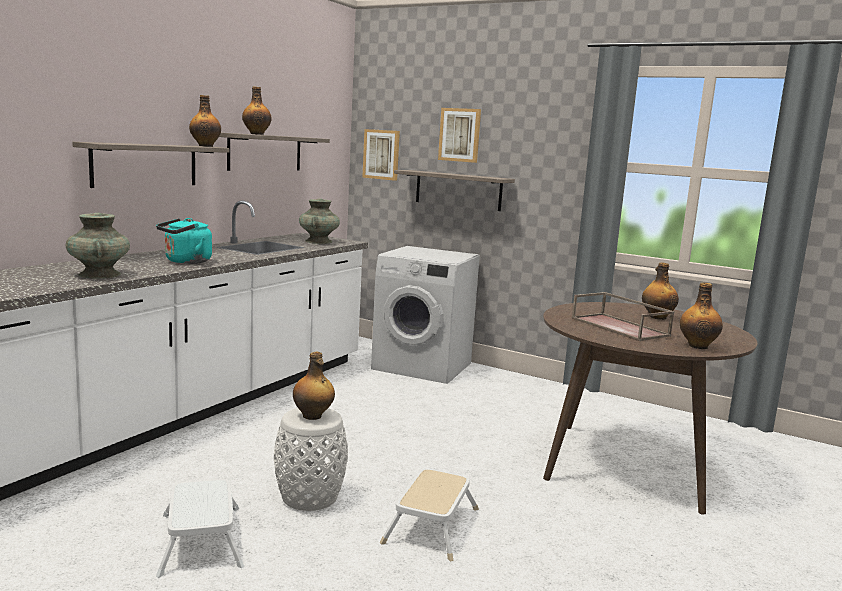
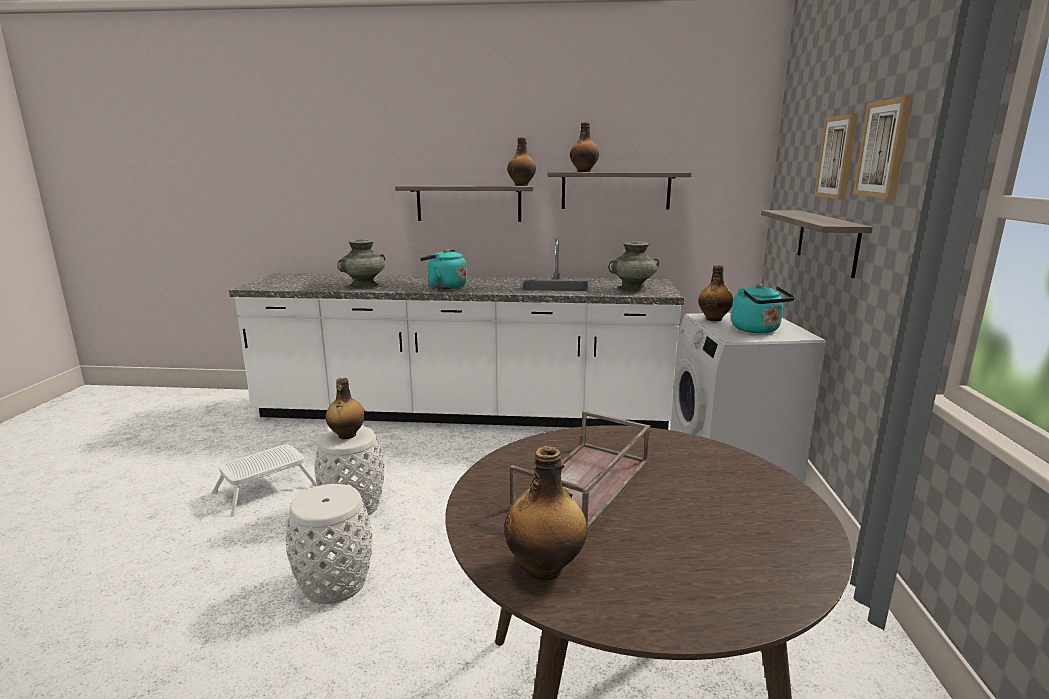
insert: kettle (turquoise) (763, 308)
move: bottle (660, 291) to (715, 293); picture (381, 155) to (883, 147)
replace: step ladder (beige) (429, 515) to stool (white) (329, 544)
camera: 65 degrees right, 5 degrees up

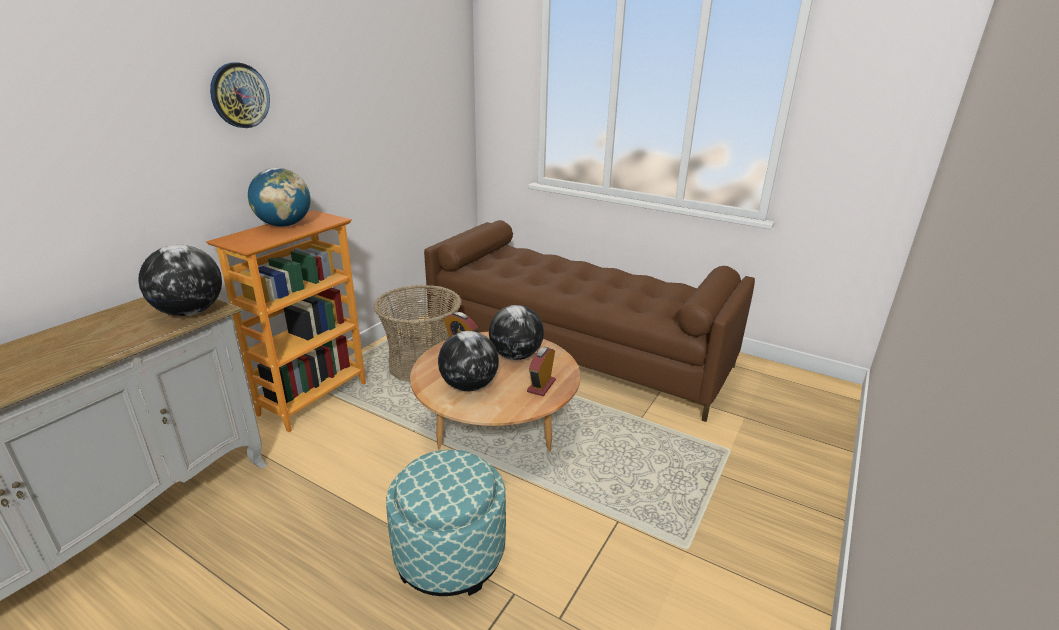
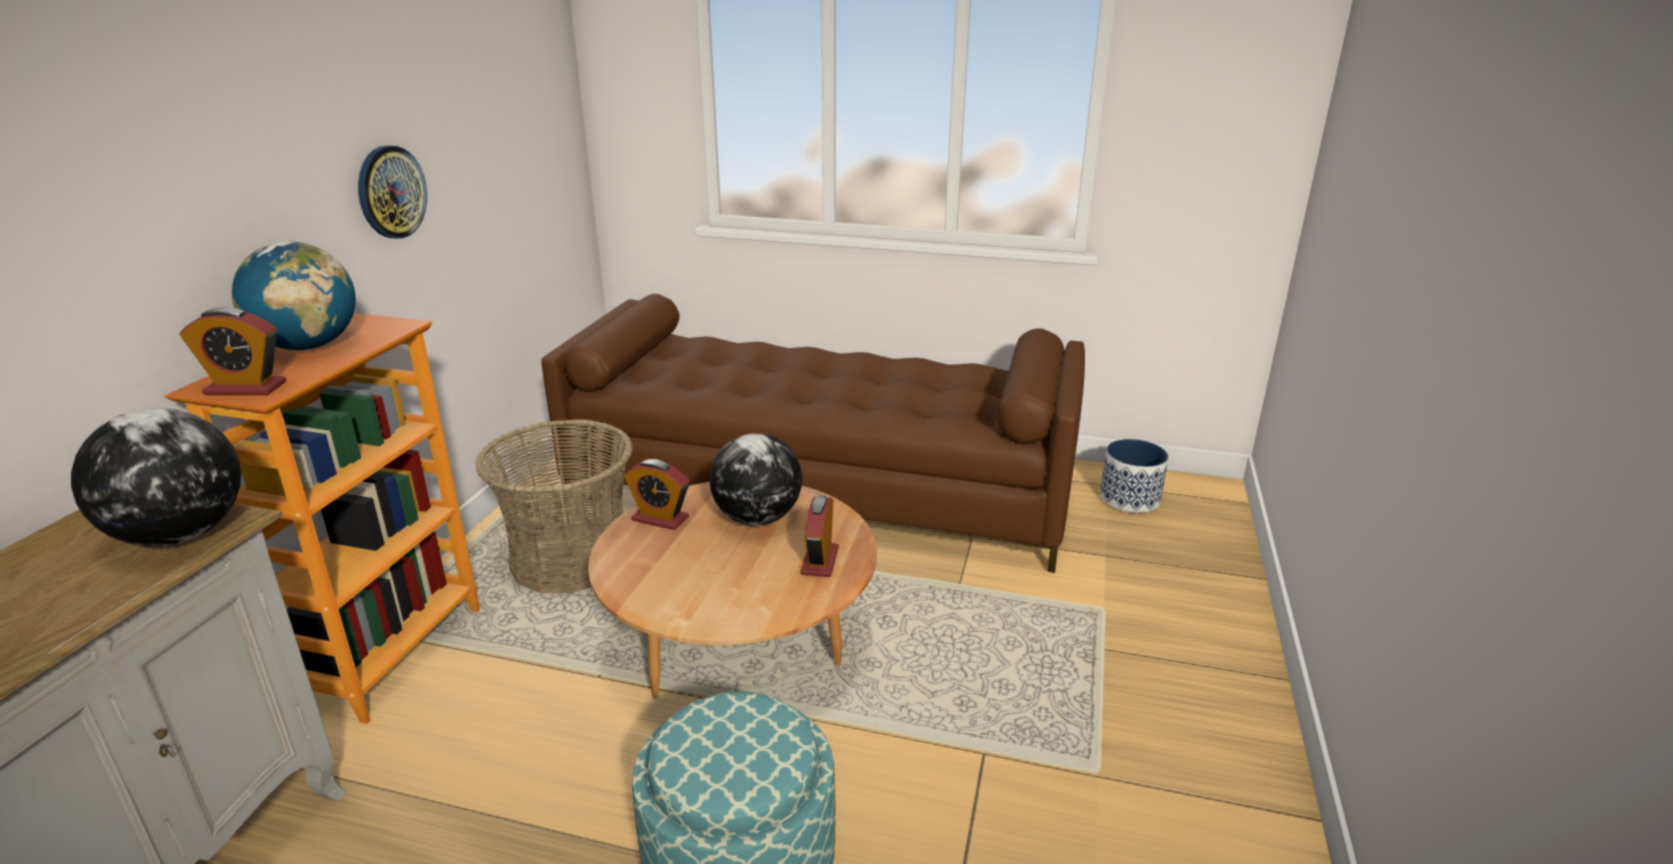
delete: globe (468, 361)
insert: alarm clock (233, 351); planter (1134, 476)
move: wall clock (240, 95) to (392, 192)
camera: 15 degrees left, 0 degrees up

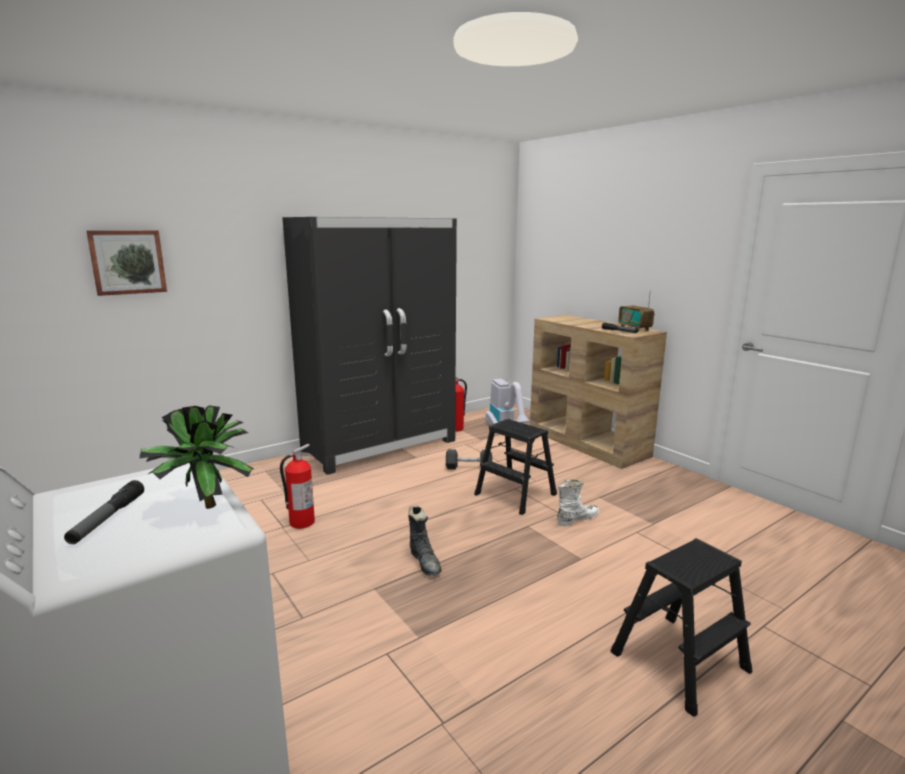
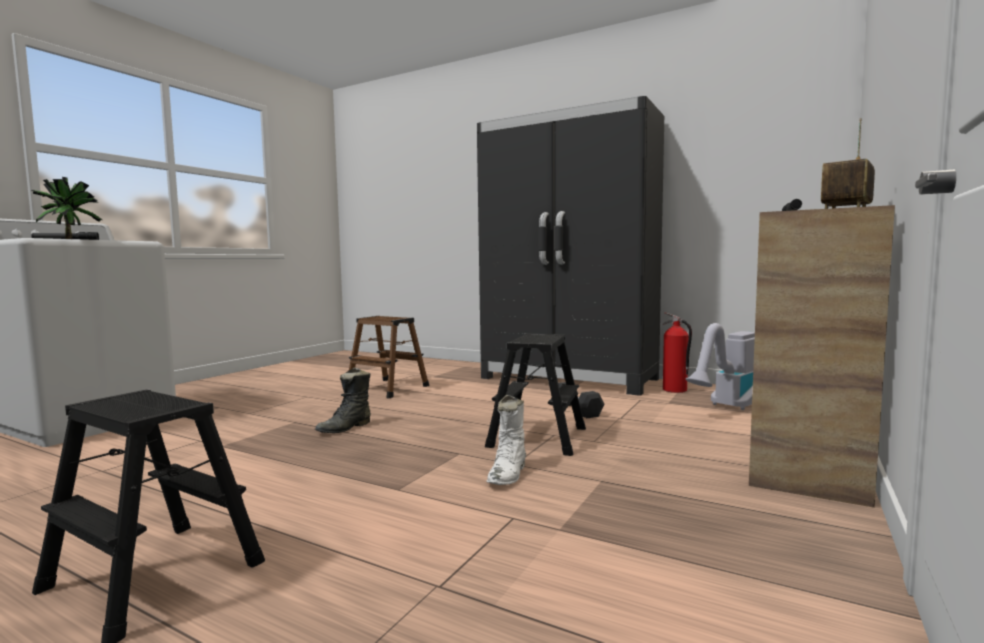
delete: picture (126, 263)
replace: fire extinguisher (297, 486) to step ladder (brown) (389, 357)
rotate: boot (white) (578, 503) = (506, 440) 75 degrees clockwise
camera: 65 degrees right, 10 degrees down

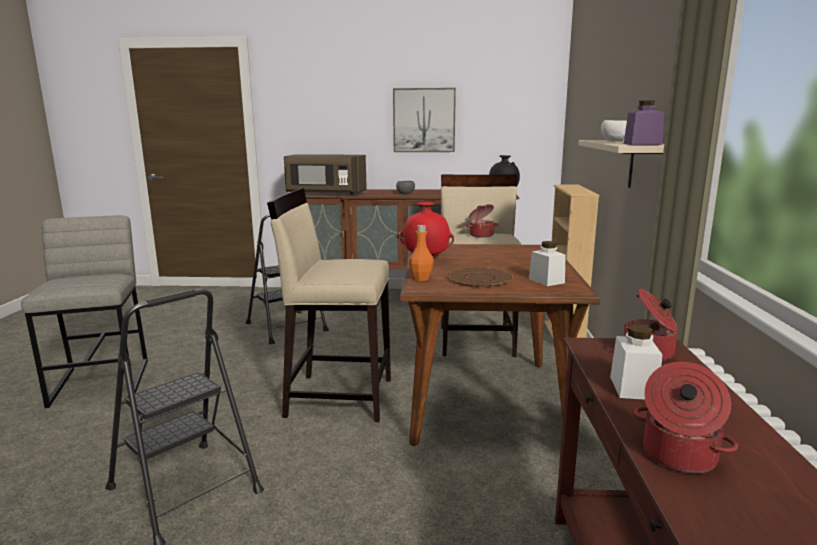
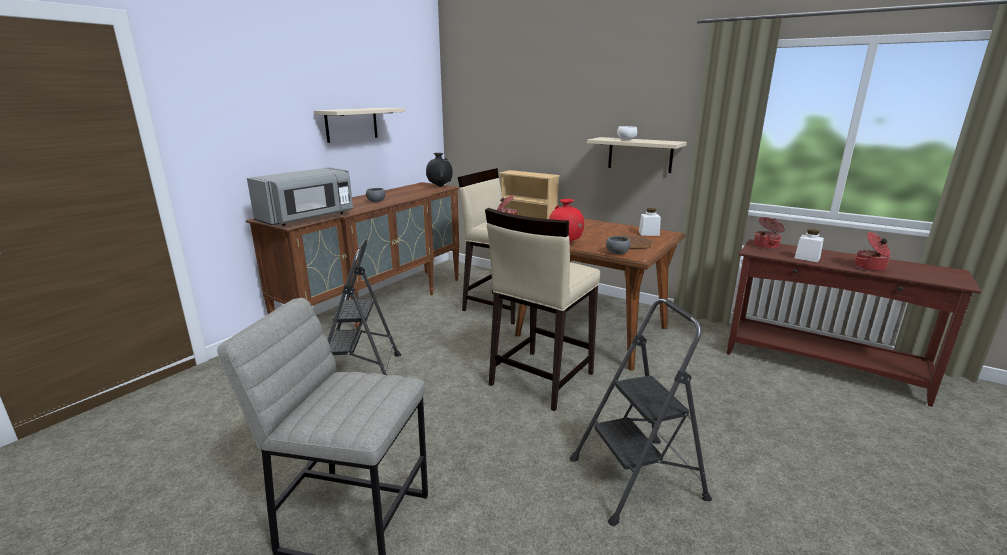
delete: jar (purple) (644, 122)
replace: picture (424, 120) to shelf (beige) (359, 125); bottle (orange) (421, 253) to bowl (grey) (618, 245)
recolor: microwave (brown) (325, 175) to microwave (grey) (300, 196)
camera: 60 degrees left, 5 degrees up

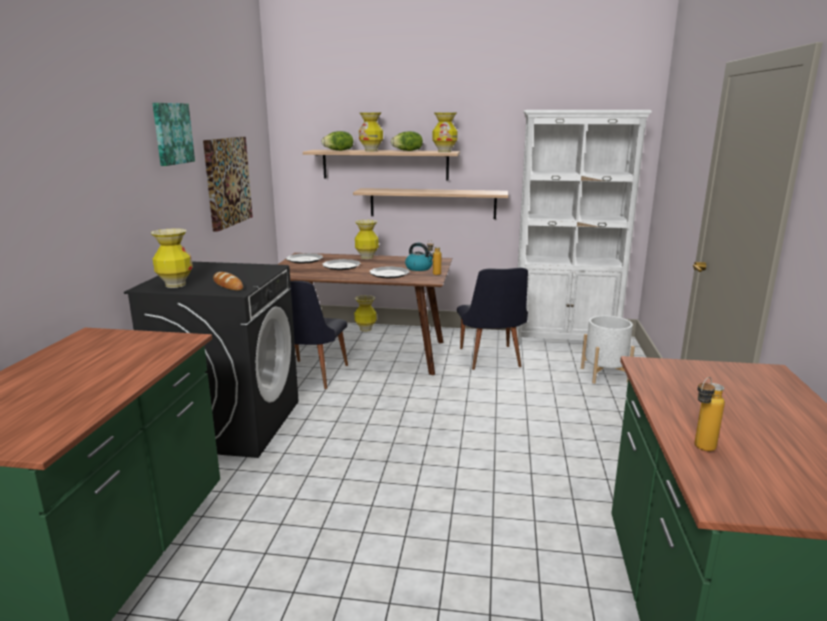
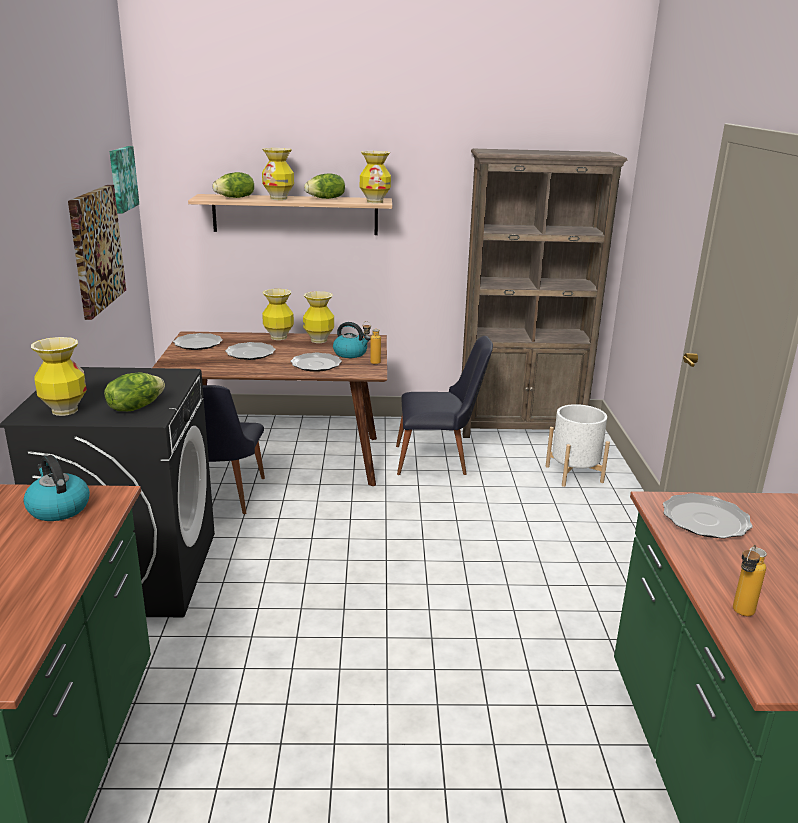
delete: shelf (430, 203)
insert: kettle (56, 488); plate (708, 515)
move: picture (173, 134) to (124, 180); vase (365, 313) to (318, 317)
replace: bread (228, 281) to lettuce (134, 392)
recolor: bookcase (white) (584, 227) to bookcase (brown) (544, 293)
rotate: chair (black) (492, 319) = (444, 405) 75 degrees counterclockwise
camera: 10 degrees left, 5 degrees up

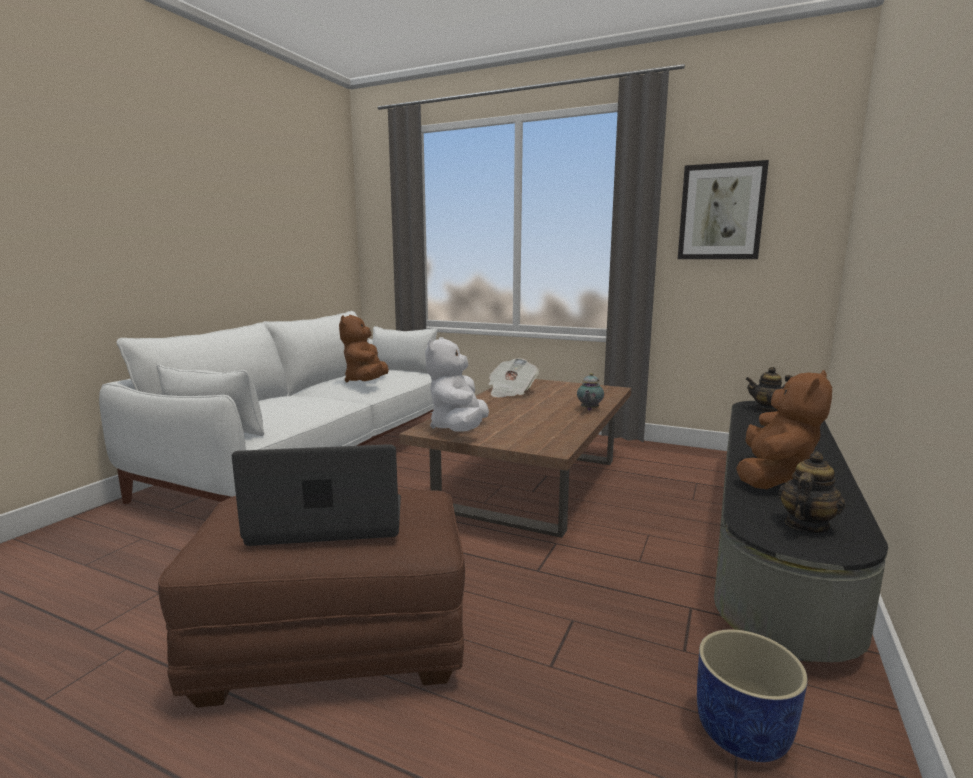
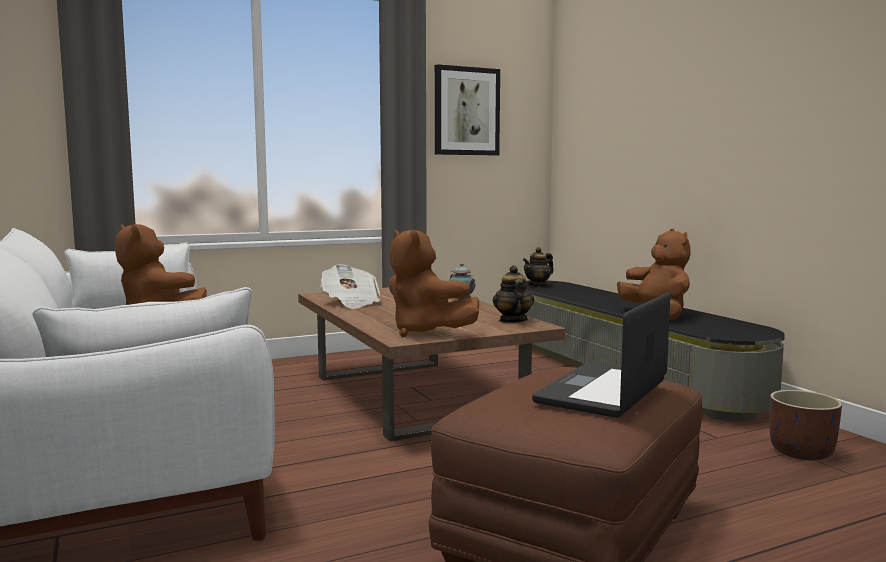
move: teapot (811, 492) to (513, 294)
recolor: plush toy (white) (457, 384) to plush toy (brown) (434, 283); planter (blue) (752, 695) to planter (brown) (806, 425)
camera: 50 degrees left, 5 degrees down

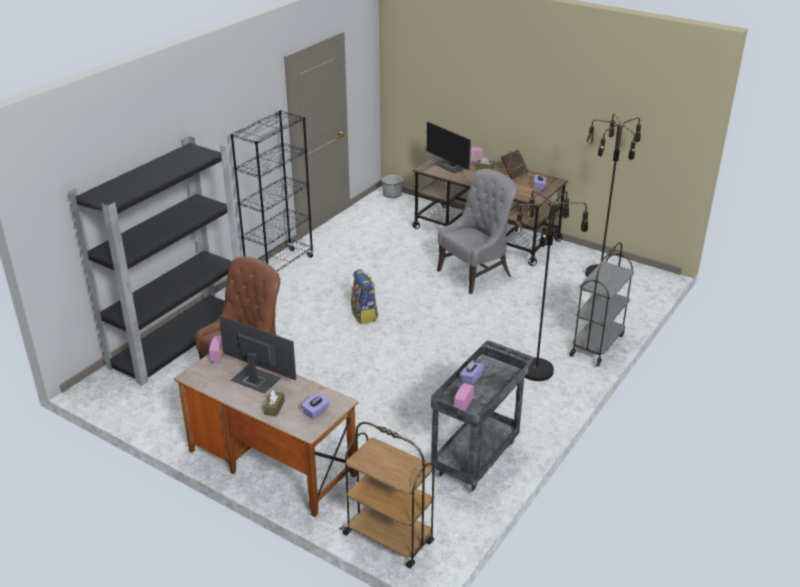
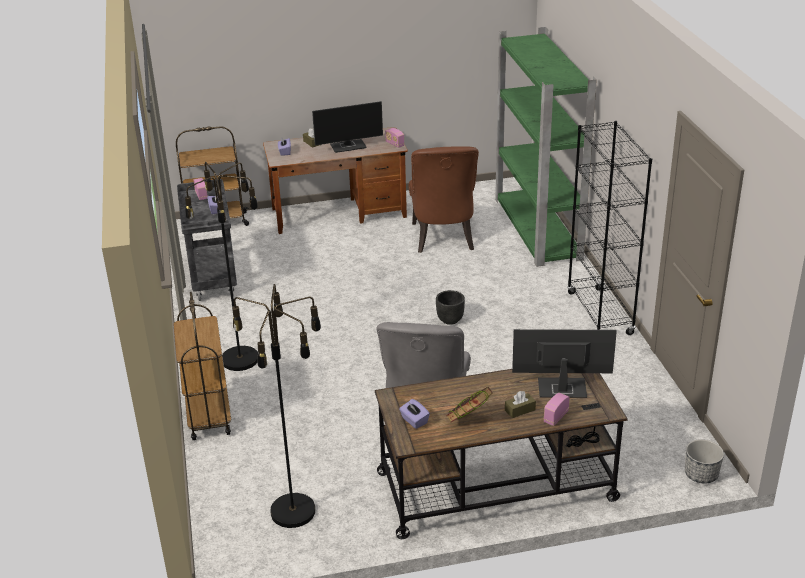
replace: backpack (364, 296) to planter (black) (450, 307)
recolor: cart (grey) (601, 304) to cart (brown) (202, 366); bookcase (black) (153, 261) to bookcase (green) (546, 147)
camera: 135 degrees right, 0 degrees up

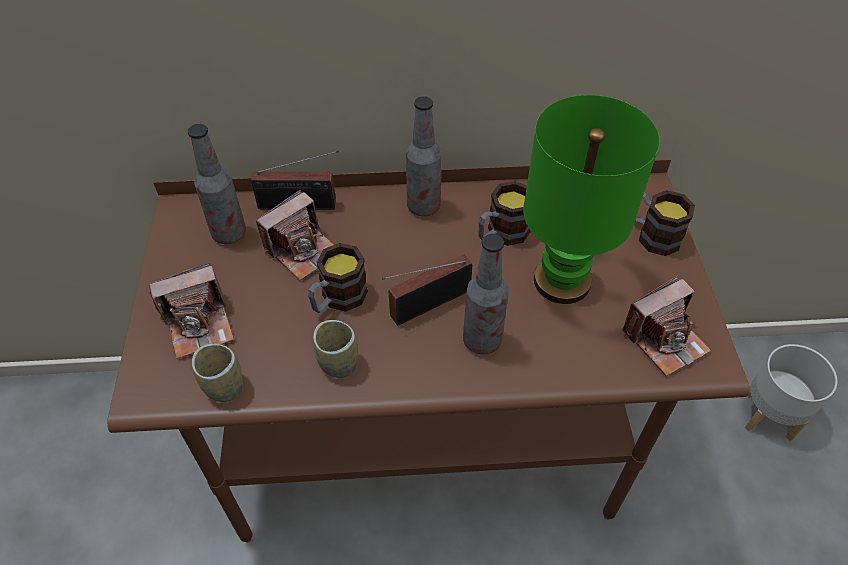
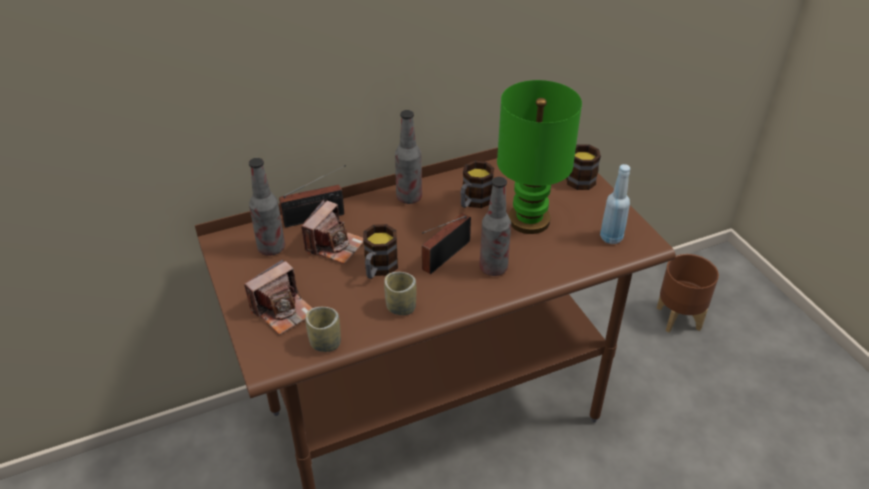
replace: photo camera (666, 325) to bottle (blue) (615, 204)
recolor: planter (grey) (791, 392) to planter (brown) (688, 293)
camera: 20 degrees left, 10 degrees down

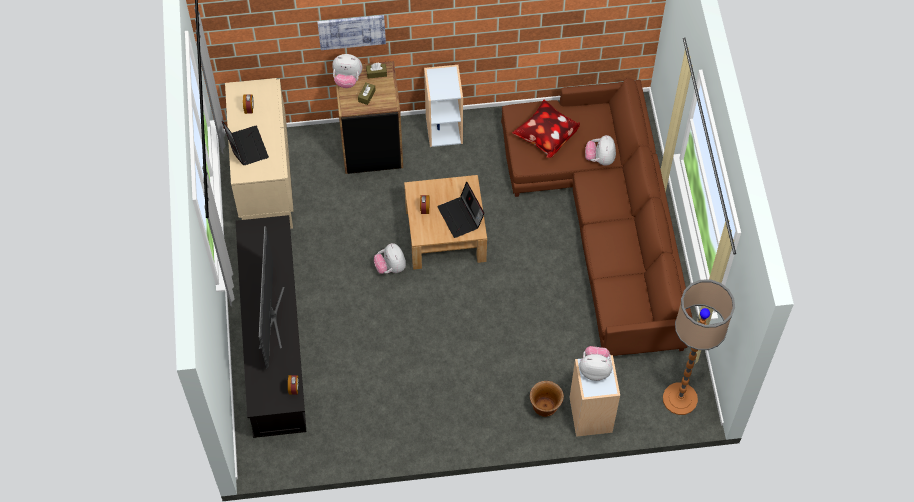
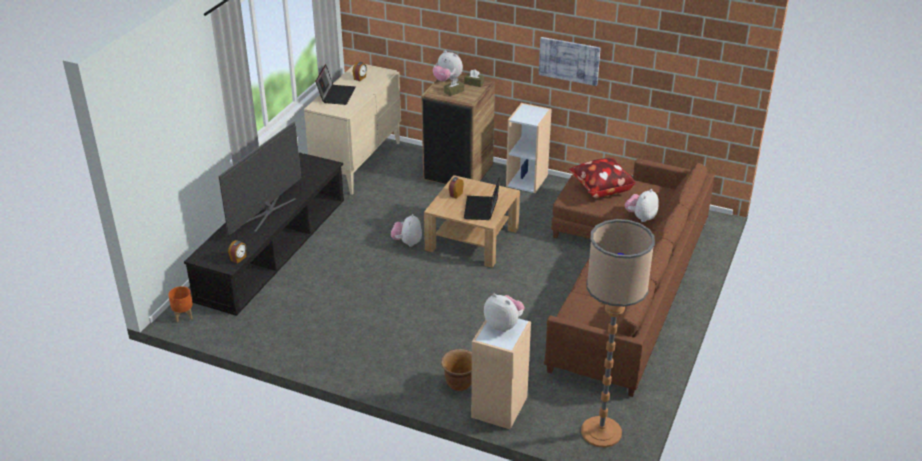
insert: planter (orange) (180, 304)
move: picture (351, 32) to (570, 61)
camera: 30 degrees right, 25 degrees down

